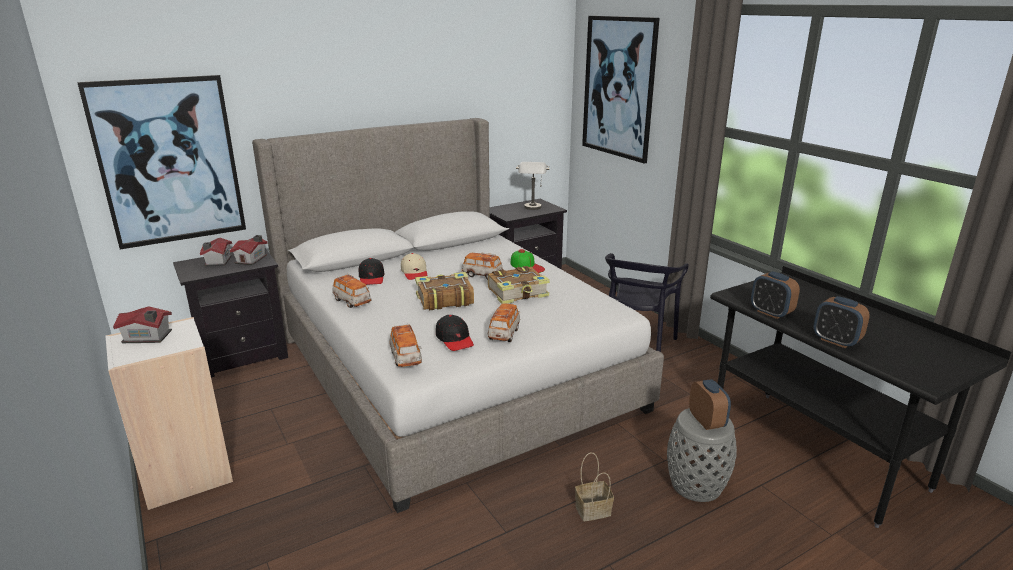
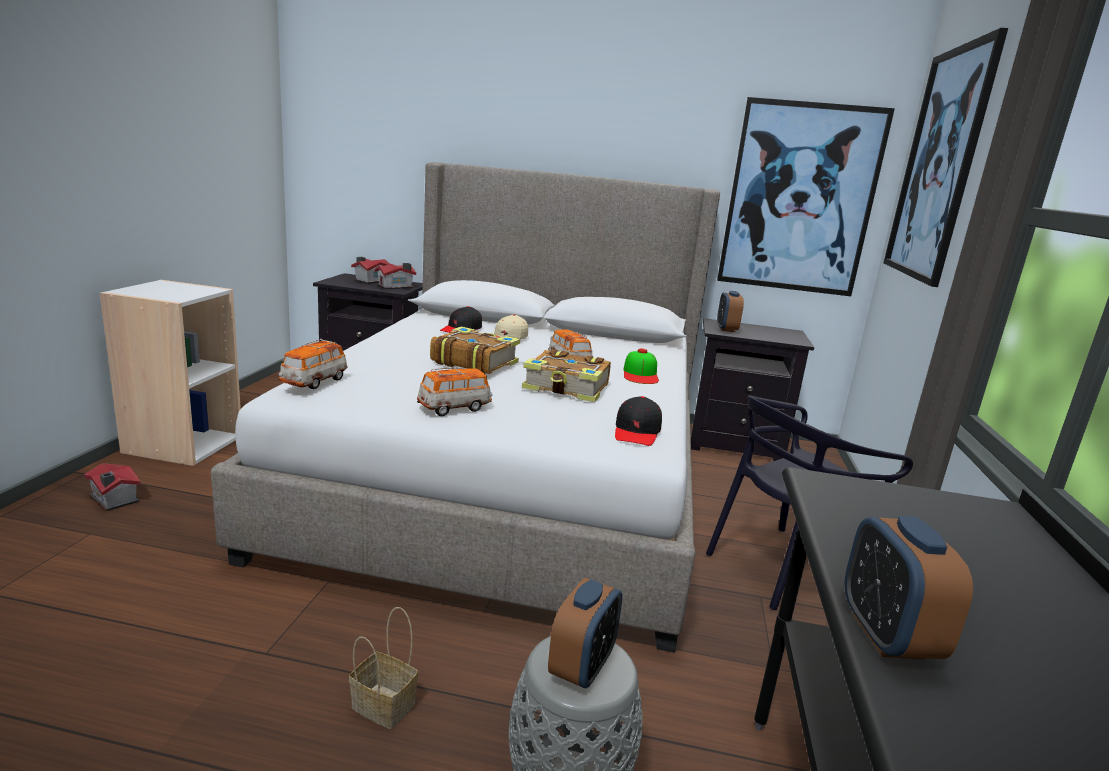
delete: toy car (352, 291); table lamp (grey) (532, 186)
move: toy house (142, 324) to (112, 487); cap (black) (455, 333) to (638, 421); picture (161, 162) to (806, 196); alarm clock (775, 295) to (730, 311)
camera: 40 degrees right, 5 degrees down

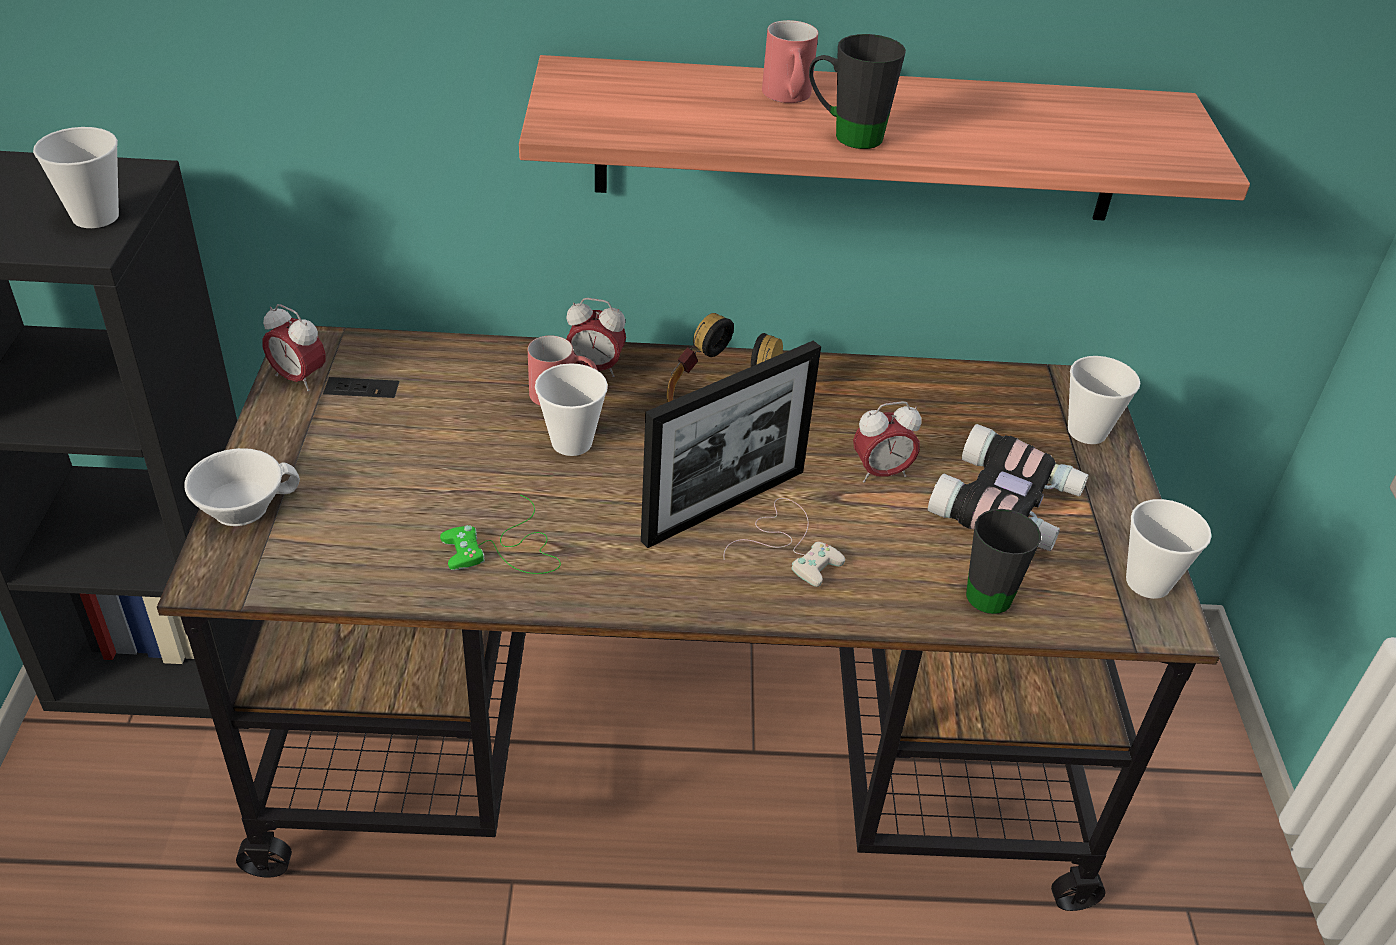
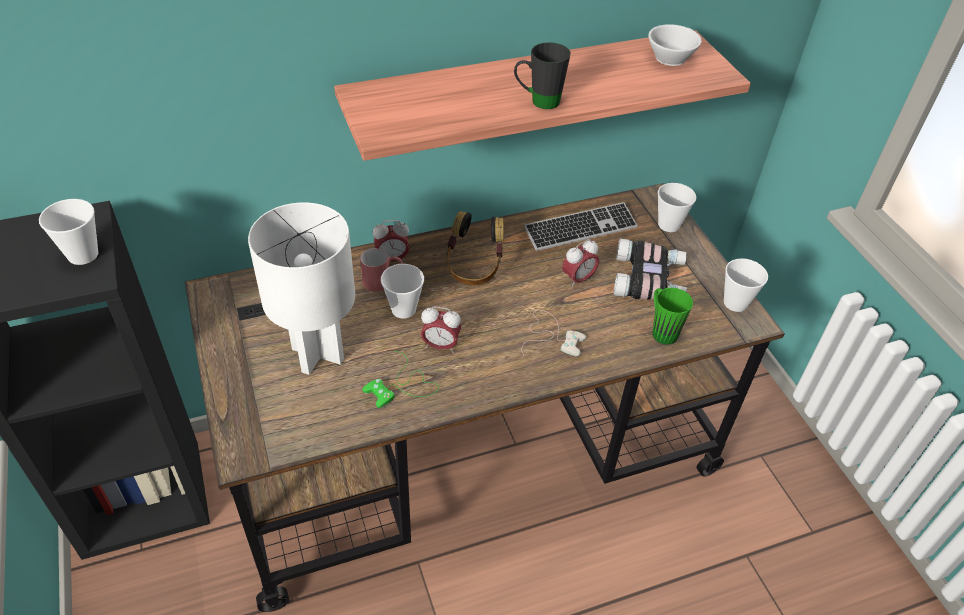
delete: picture frame (731, 444); mug (red) (790, 61)
insert: table lamp (white) (301, 288); keyboard (581, 226)
move: alarm clock (294, 347) to (441, 329); cup (white) (242, 487) to (675, 45)
recolor: mug (black) (1003, 561) to mug (green) (672, 316)
camera: 20 degrees left, 5 degrees up

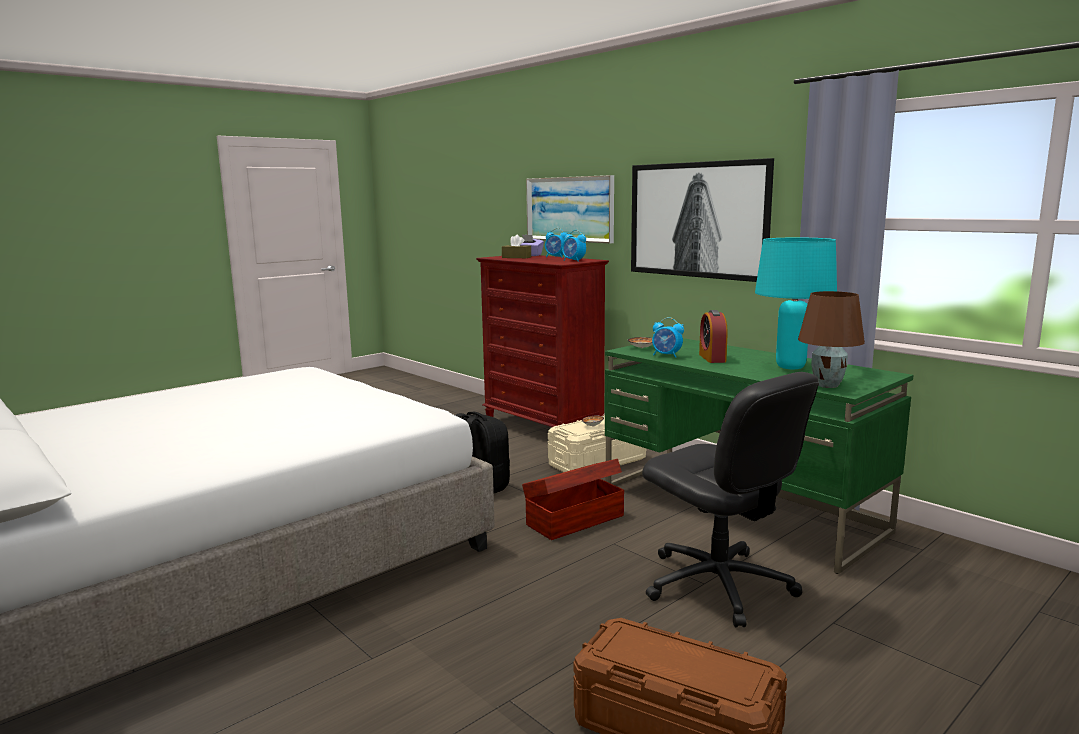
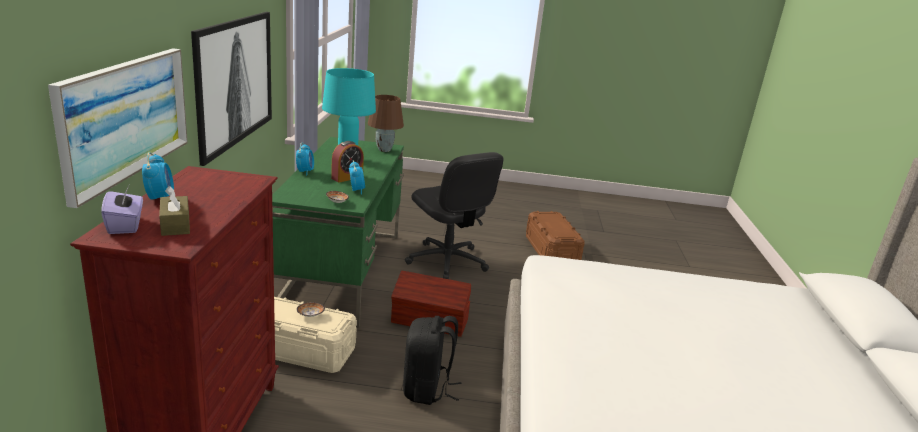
move: alarm clock (574, 246) to (305, 159)
rotate: office chair (black) (730, 500) = (454, 215) 135 degrees clockwise
camera: 135 degrees left, 10 degrees up

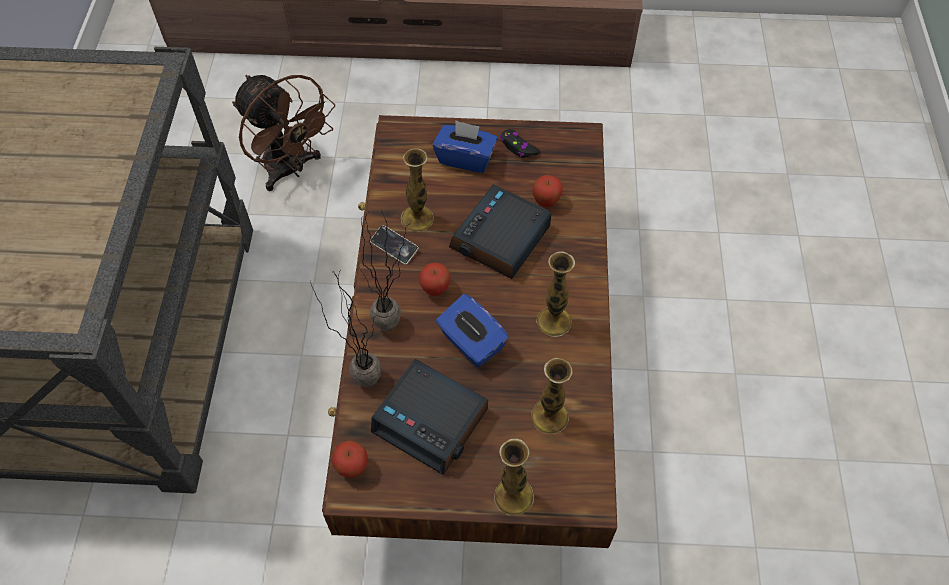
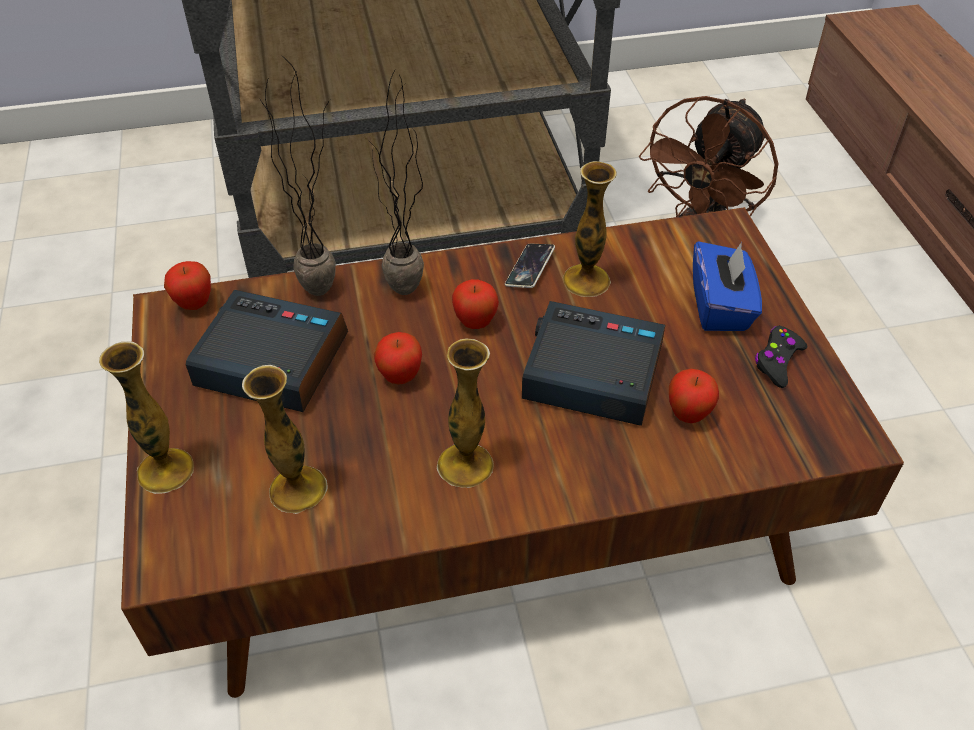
replace: tissue box (blue) (472, 330) to apple (398, 358)
rotate: alarm clock (429, 417) = (266, 351) 90 degrees clockwise
camera: 75 degrees right, 10 degrees down

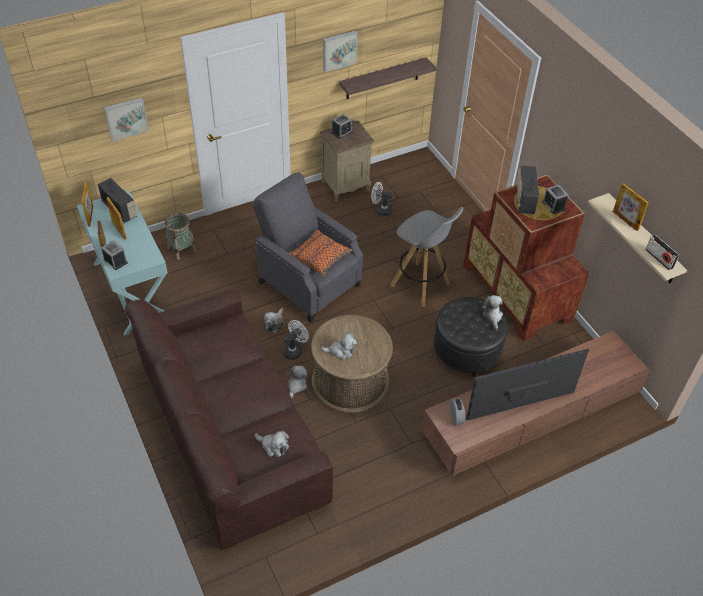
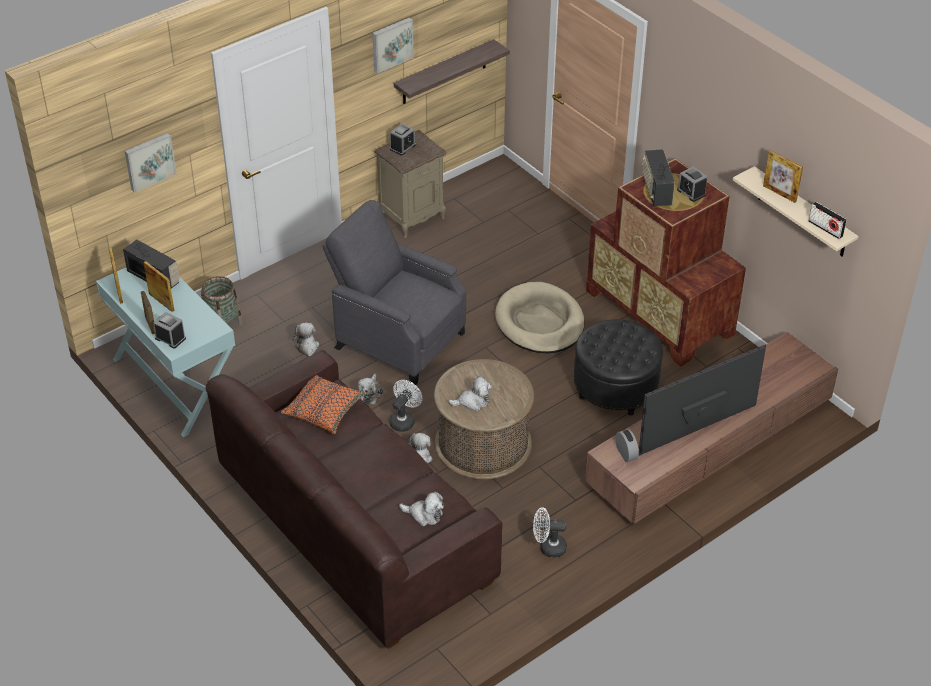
move: pillow (orange) (320, 253) to (323, 404); plush toy (492, 312) to (305, 340); fan (white) (382, 199) to (550, 532)
replace: stool (grey) (426, 257) to dog bed (beige) (539, 317)
camera: 10 degrees left, 5 degrees down

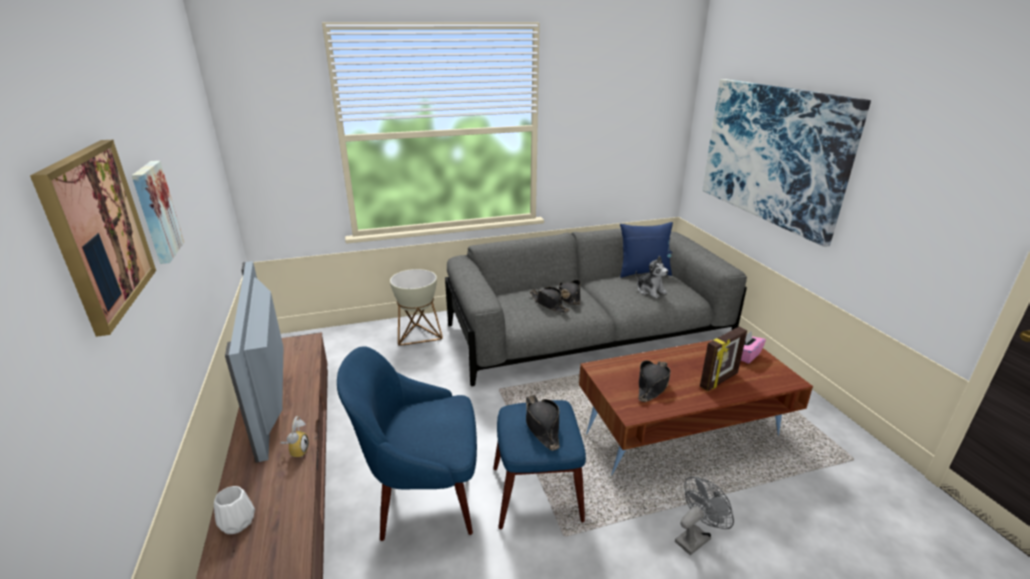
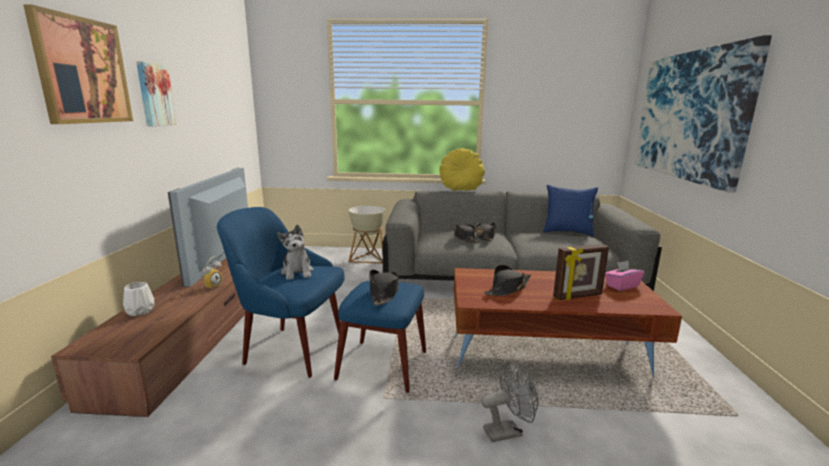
insert: pillow (yellow) (462, 169)
move: plush toy (652, 277) to (295, 252)
camera: 20 degrees right, 10 degrees down

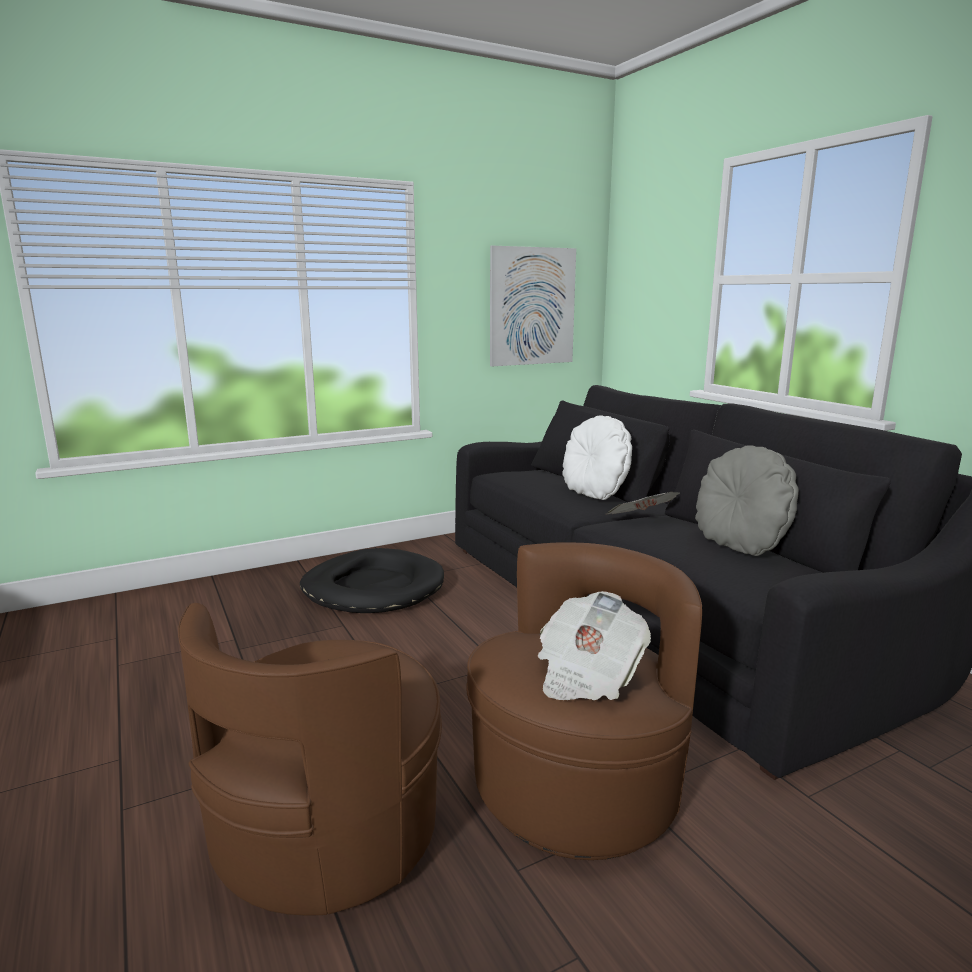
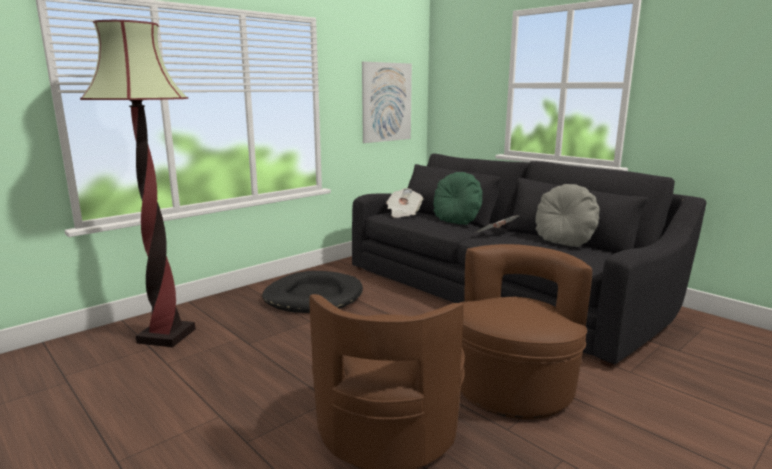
insert: floor lamp (137, 183)
move: newspaper (594, 645) to (404, 203)
recolor: pillow (white) (597, 458) to pillow (green) (457, 198)
camera: 15 degrees left, 0 degrees up

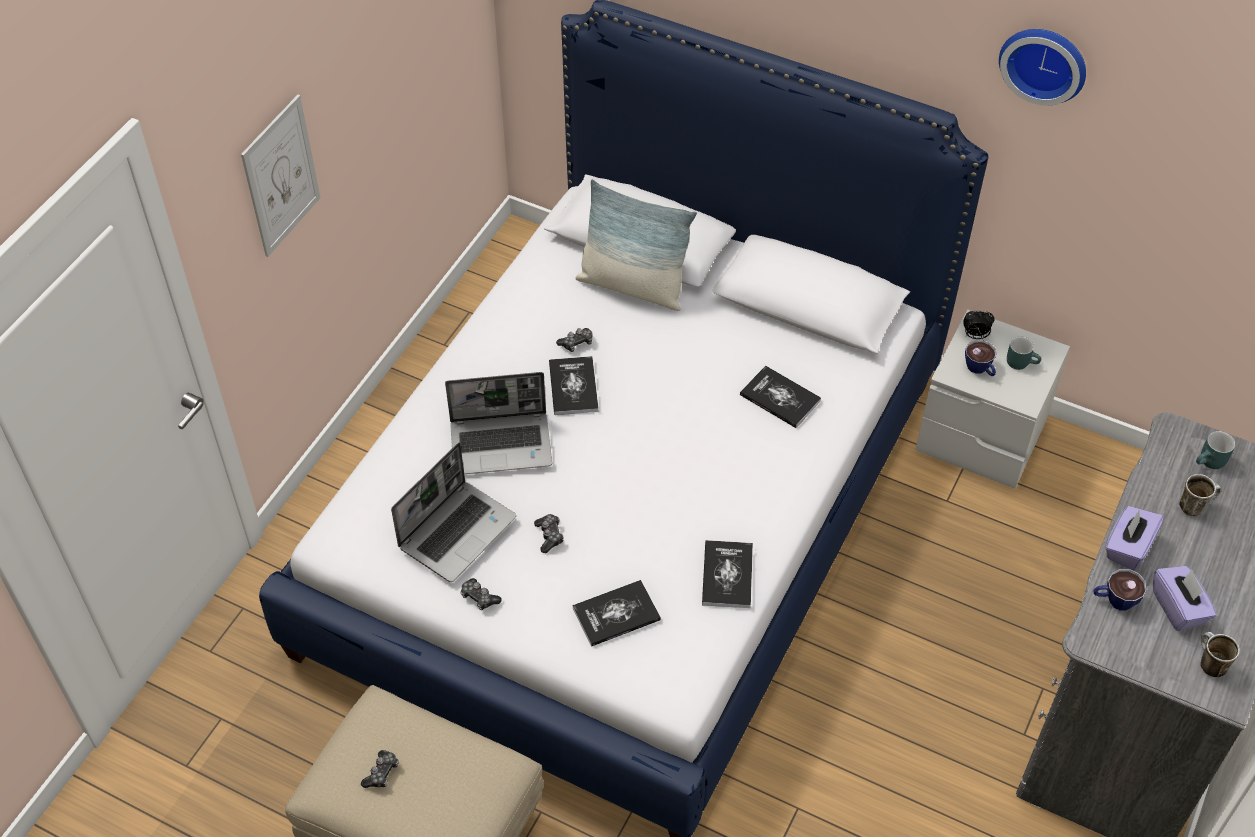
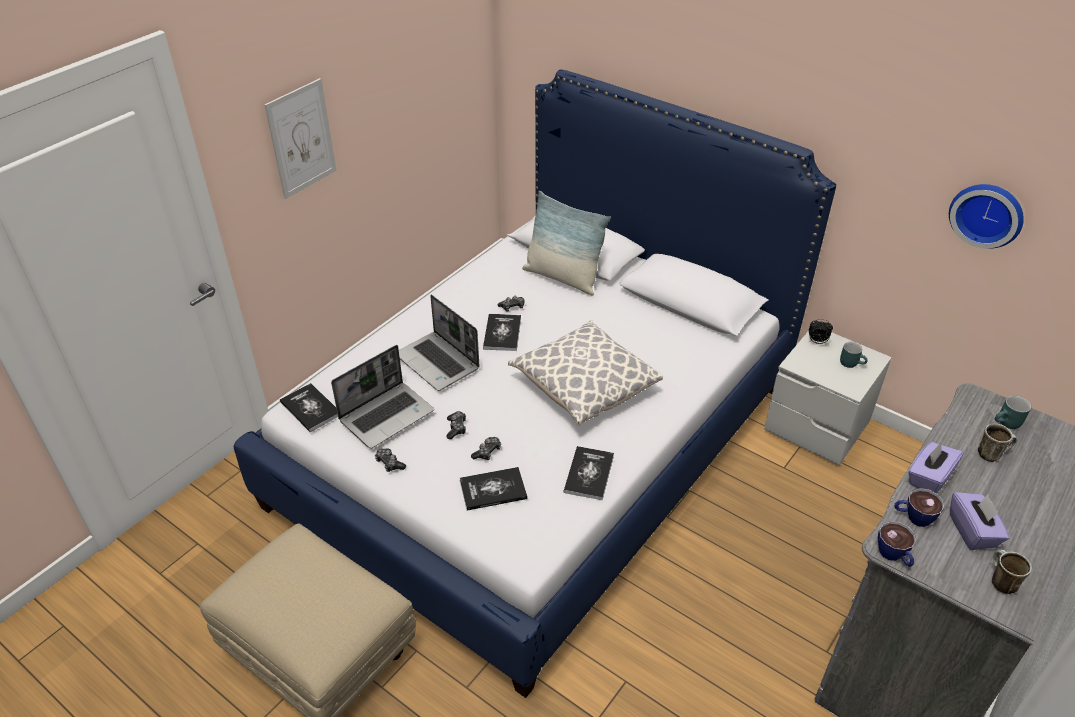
insert: pillow (585, 373)
move: book (780, 397) to (309, 407); game controller (380, 769) to (486, 448); cup (980, 358) to (897, 544); wall clock (1042, 67) to (986, 216)
rotate: laptop (498, 423) = (439, 343) 45 degrees clockwise
camera: 10 degrees right, 10 degrees down

